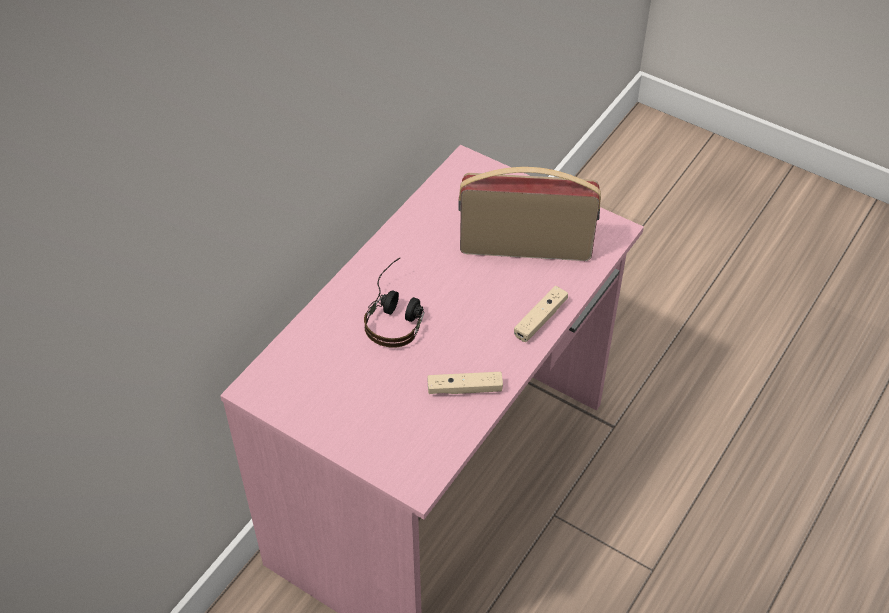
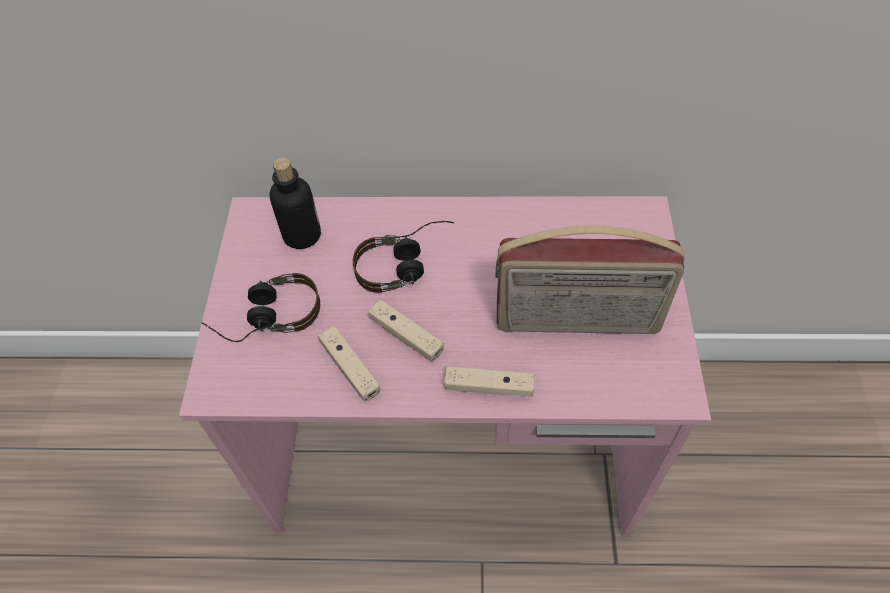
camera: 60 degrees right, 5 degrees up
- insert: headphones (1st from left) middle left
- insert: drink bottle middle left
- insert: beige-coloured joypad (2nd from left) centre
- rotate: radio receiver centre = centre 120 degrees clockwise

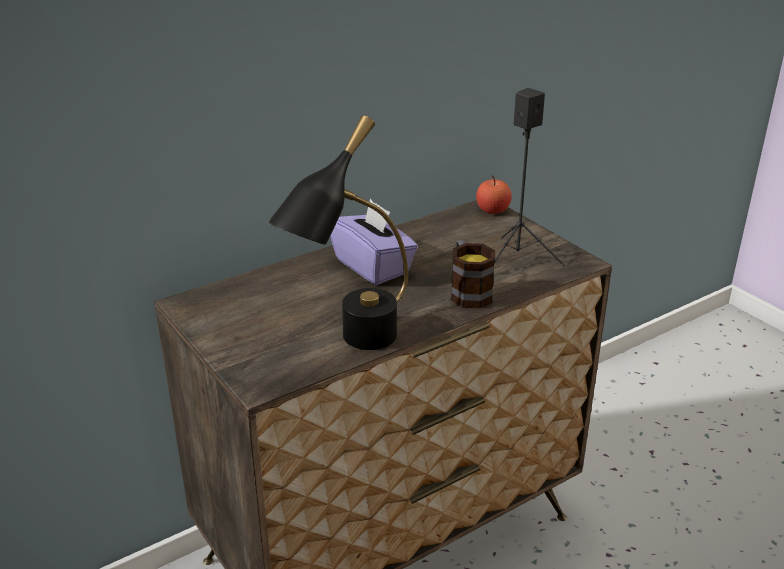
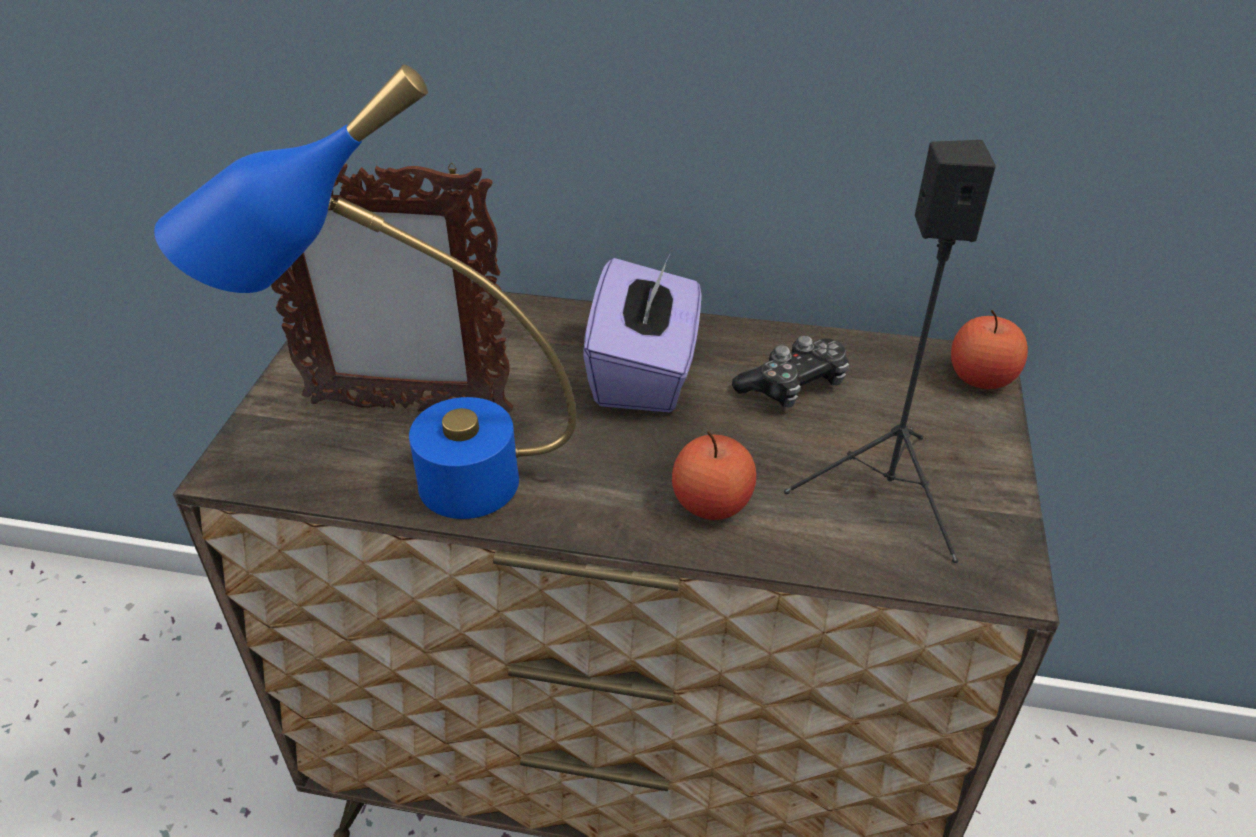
camera: 45 degrees right, 10 degrees up
- recolor: blackish table lamp centre to blue table lamp middle left
- insert: photo frame middle left
- replace: mug centre to whole apple (1st from left) centre
- insert: joypad centre

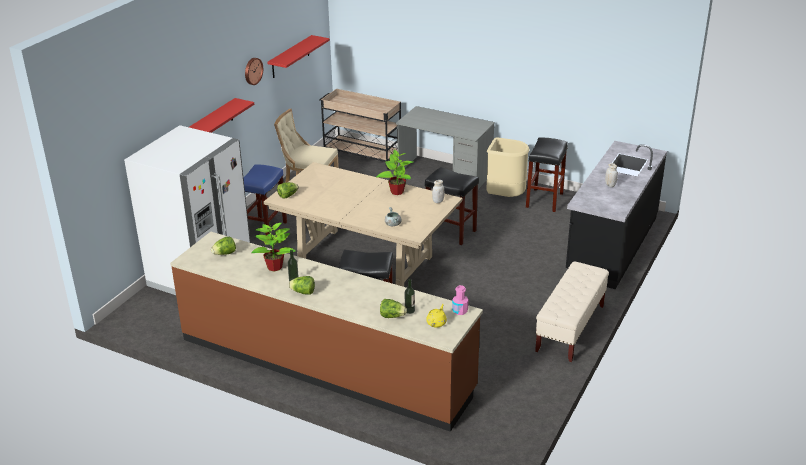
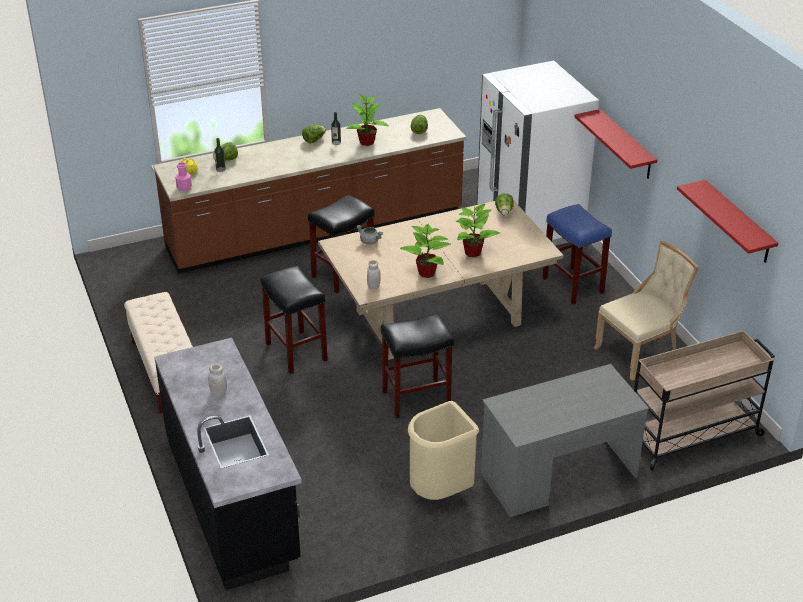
camera: 130 degrees right, 5 degrees up
- move: blackish stool (3rd from left in the first image) middle right to blackish stool (1st from left) centre
- insert: plant in a pot (3rd from left) centre
- delete: wall clock top left

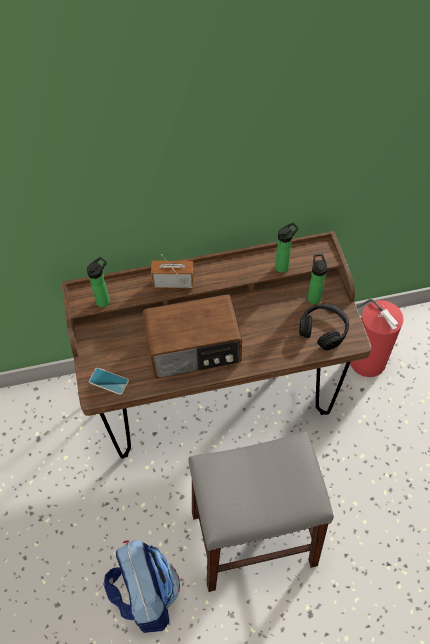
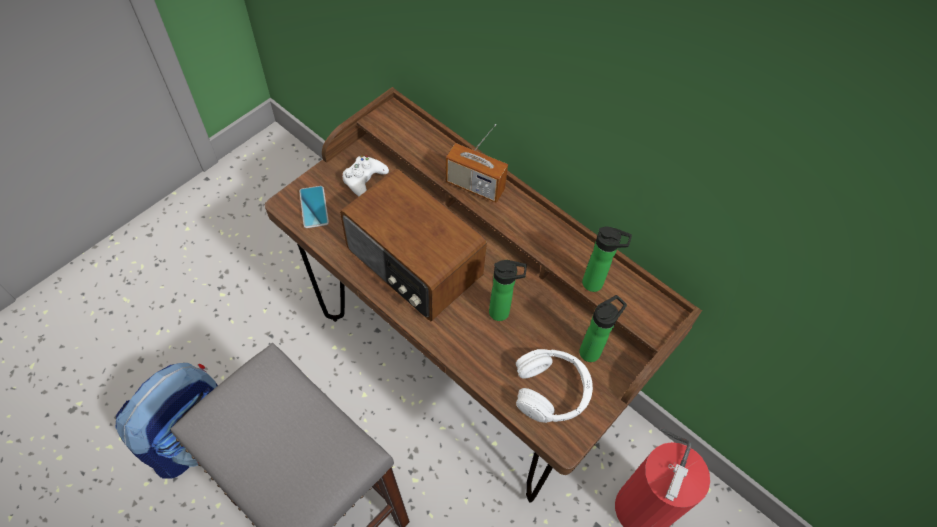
camera: 50 degrees right, 0 degrees up
- insert: white-coloured joypad top centre
- rotate: radio receiver (1st from left in the first image) centre = top centre 150 degrees clockwise
- move: drink bottle (1st from left) middle left to centre
- recolor: blackish headphones middle right to white-coloured headphones bottom centre

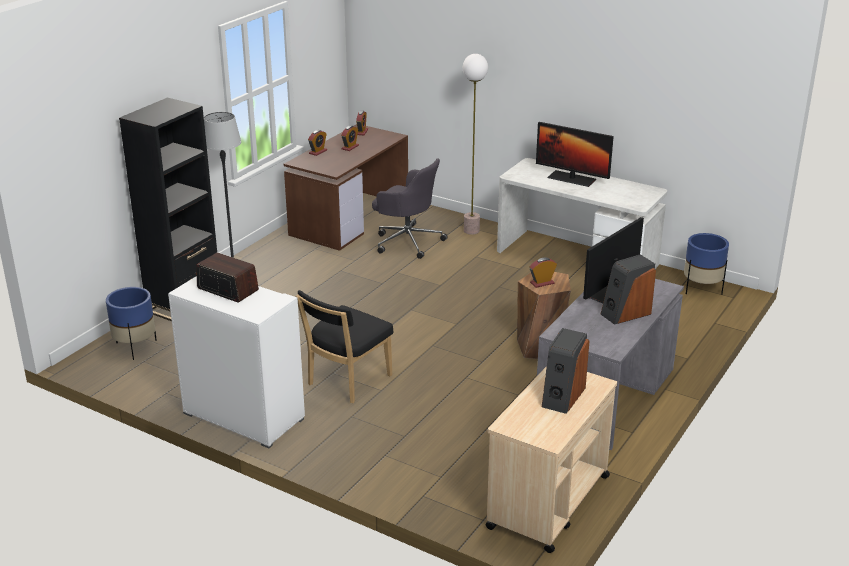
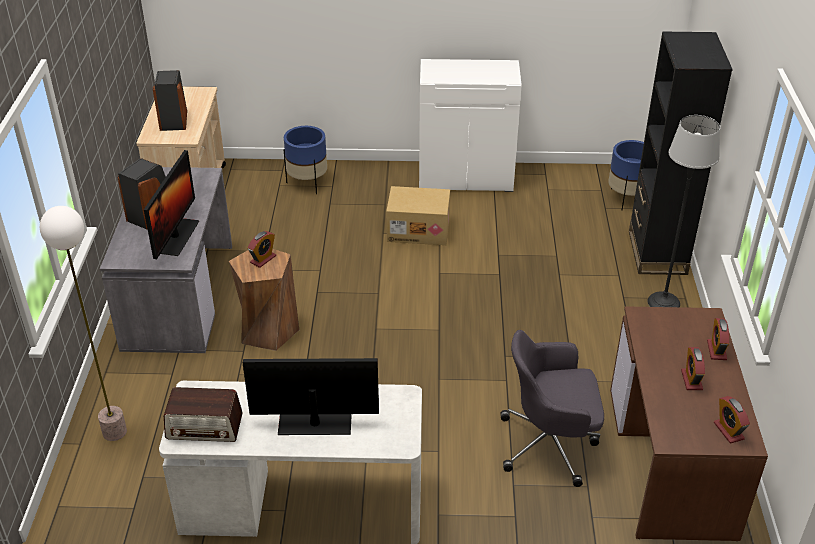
camera: 150 degrees right, 10 degrees up
- move: standing lamp (2nd from left in the first image) top centre to standing lamp (1st from left) middle left
- move: radio receiver middle left to bottom left
- move: blue planter (2nd from left in the first image) middle right to blue planter (1st from left) top centre
- replace: blackish plain chair centre to carton centre

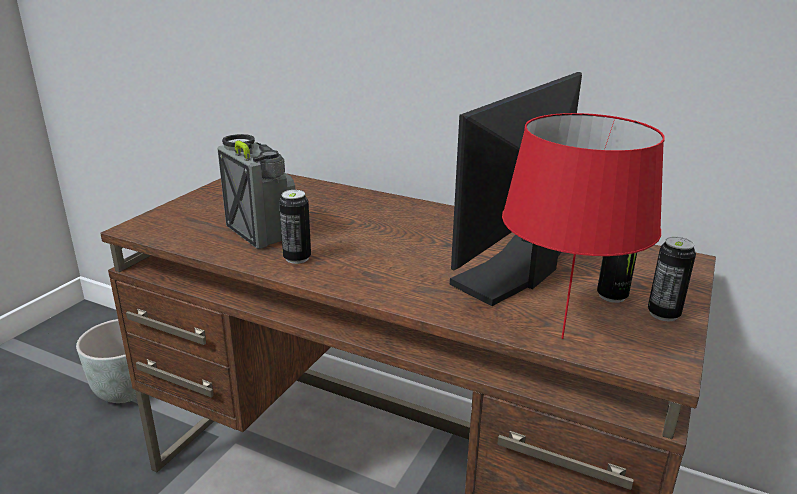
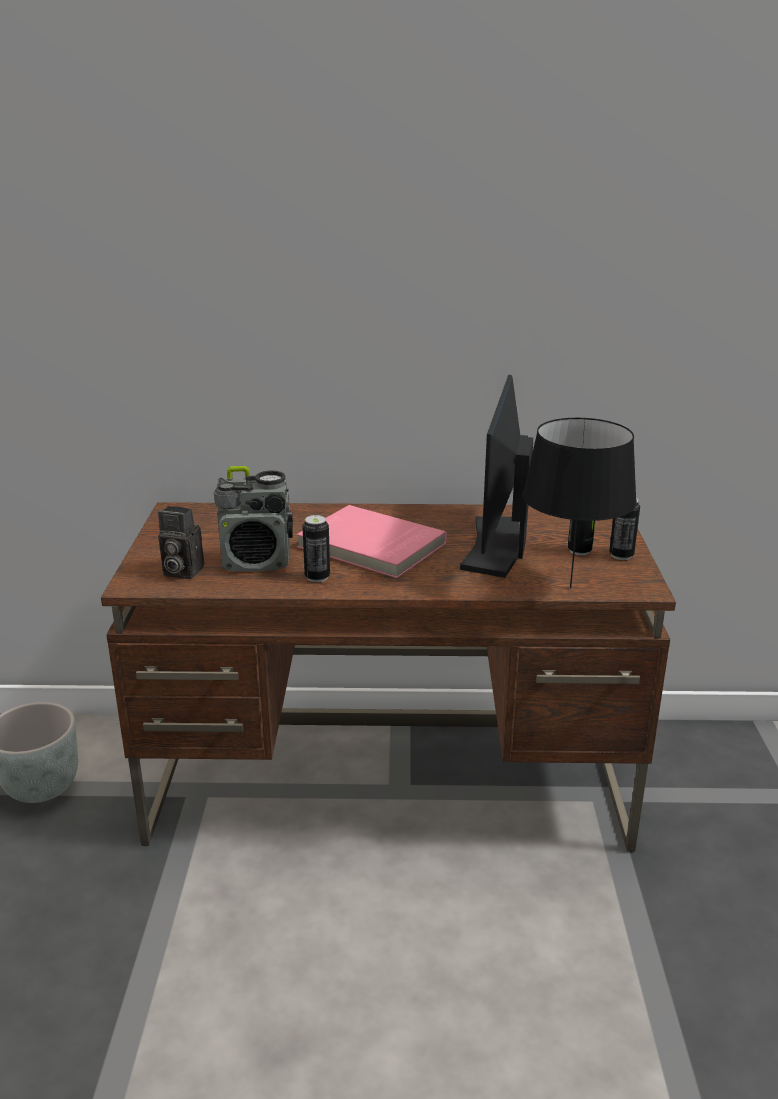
camera: 25 degrees left, 0 degrees up
- insert: still camera middle left
- rotate: radio receiver middle left = middle left 150 degrees clockwise
- insert: pinkish bound book centre
- recolor: red-coloured table lamp middle right to blackish table lamp middle right

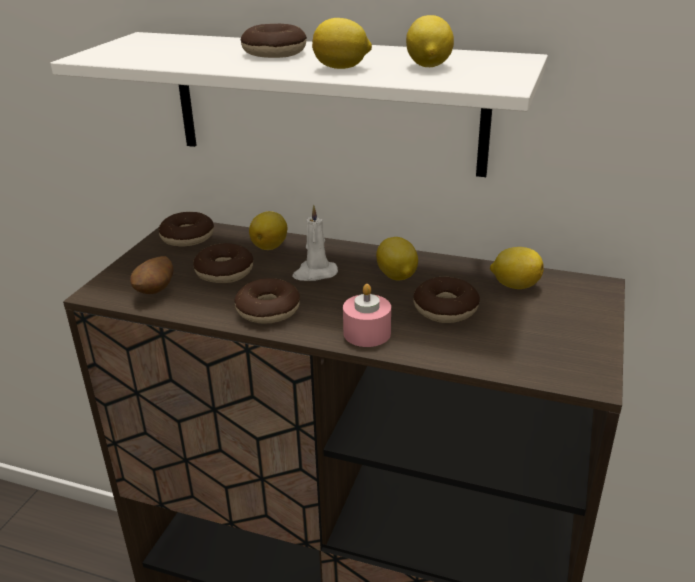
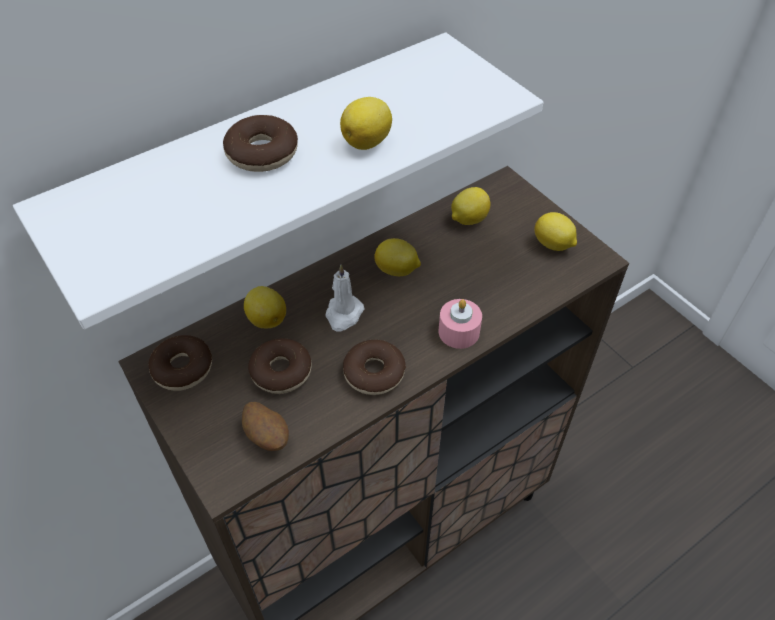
camera: 55 degrees left, 20 degrees up
- move: lemon (4th from left in the first image) top centre to lemon (5th from left) middle right
- delete: donut (5th from left) centre

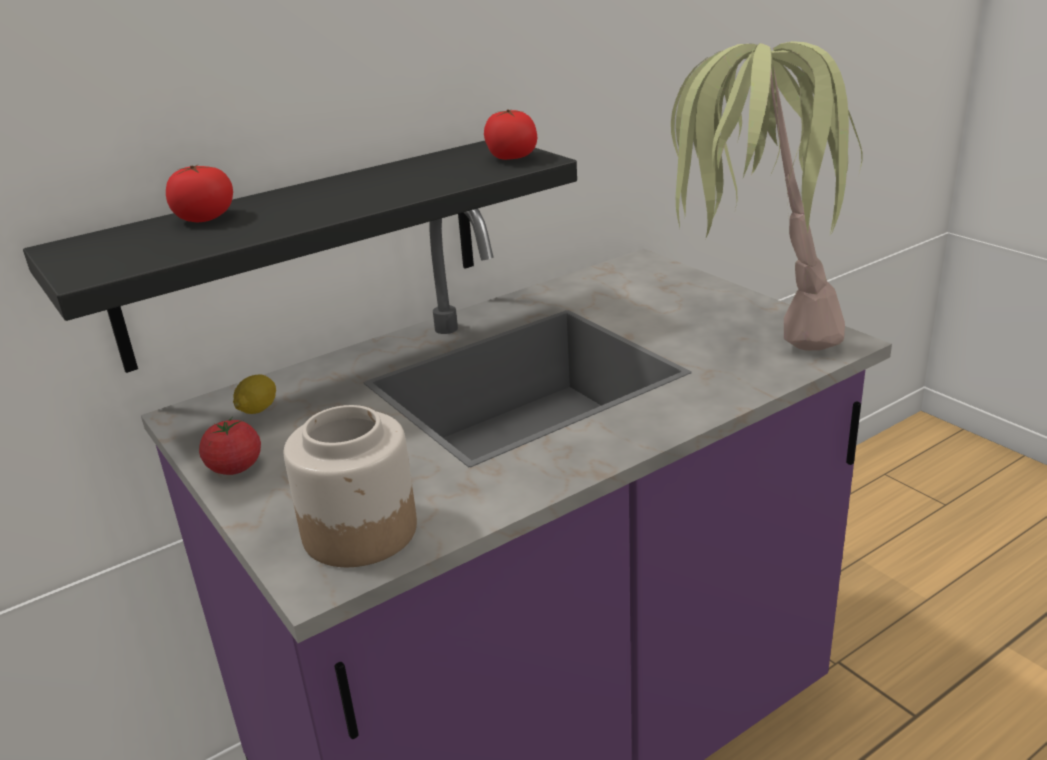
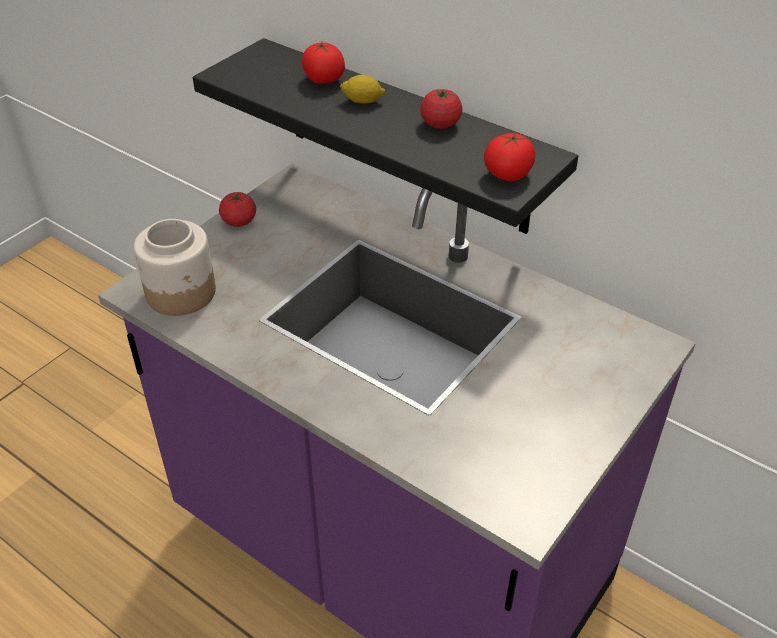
camera: 70 degrees right, 15 degrees up
- move: lemon middle left to top centre
- insert: fresh tomato (3rd from left) top centre
- delete: plant in a pot top right

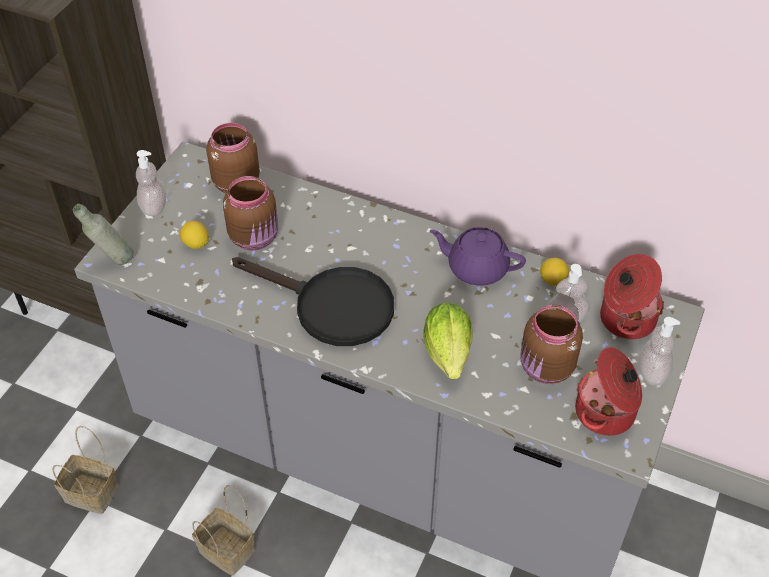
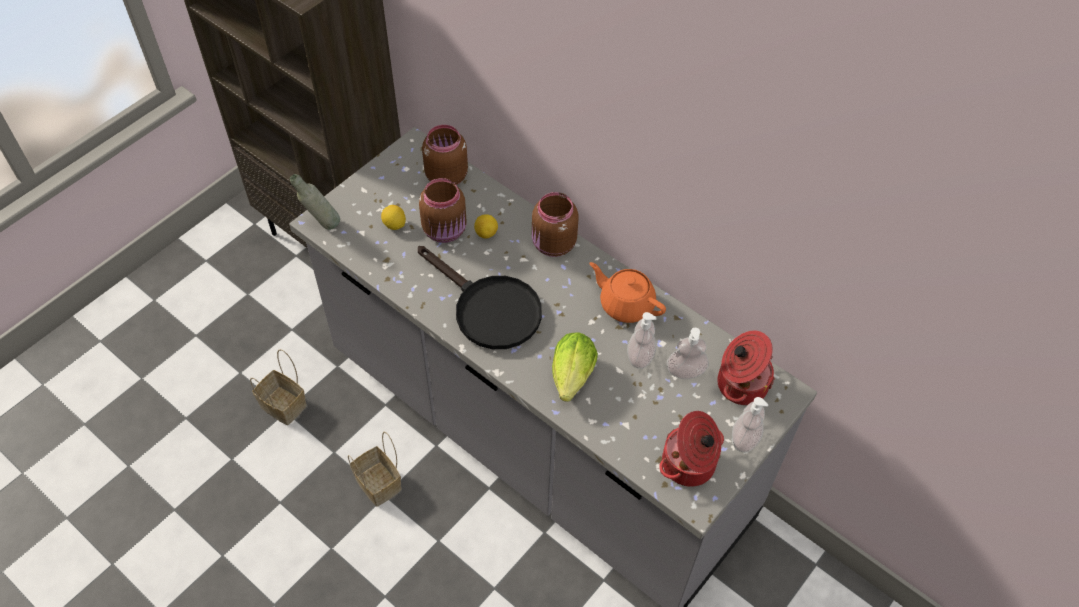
camera: 15 degrees right, 5 degrees up
- move: lemon (2nd from left) middle right to centre
- move: brownish jar (3rd from left) middle right to centre
- recolor: purple-coloured tea pot centre to orange-coloured tea pot centre
- move: soap bottle (1st from left) top left to centre

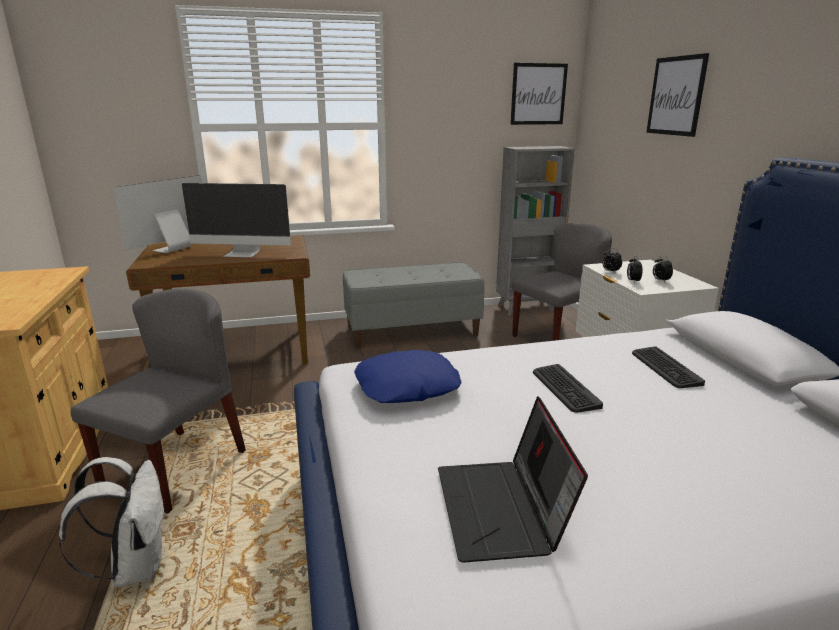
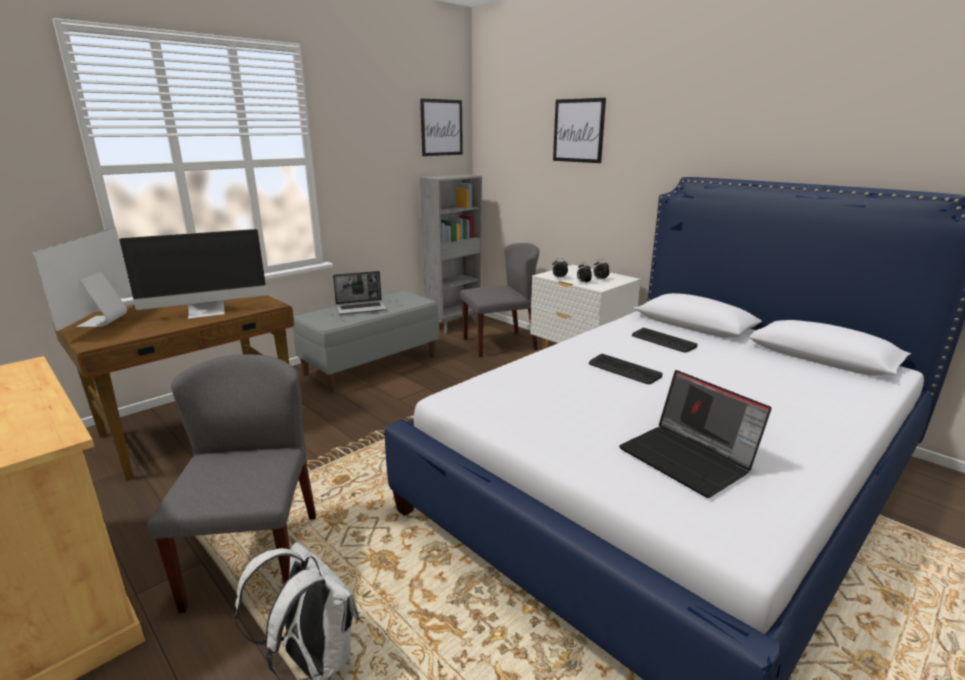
camera: 30 degrees left, 0 degrees up
- insert: portable computer (1st from left) centre
- rotate: gray plain chair (2nd from left) middle right = centre 45 degrees clockwise
- delete: blue cushion centre

